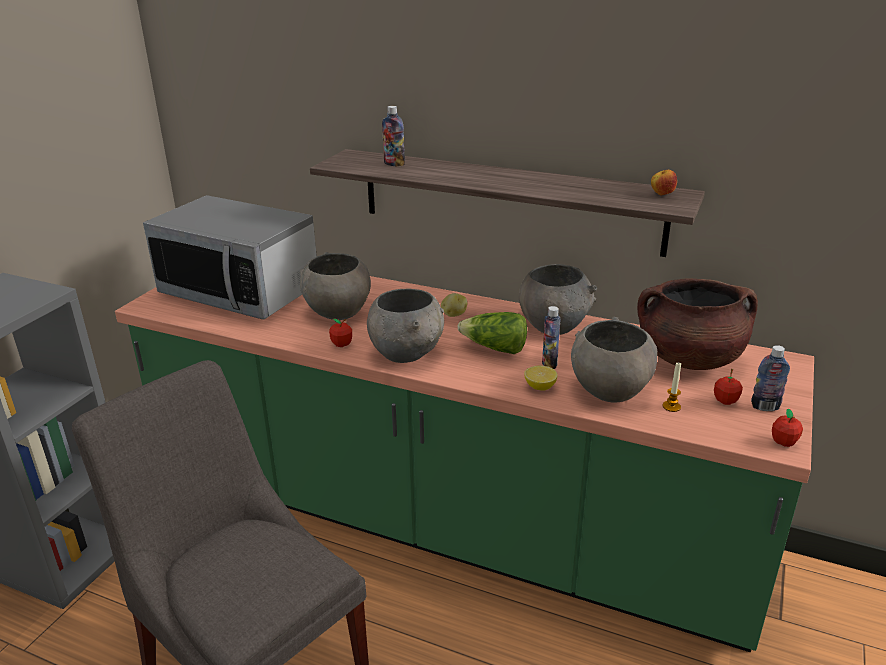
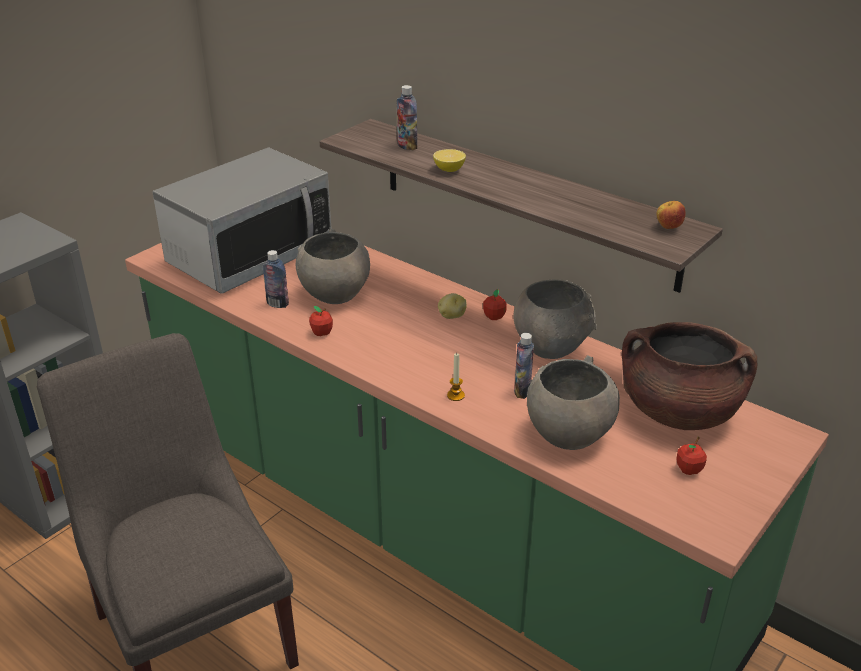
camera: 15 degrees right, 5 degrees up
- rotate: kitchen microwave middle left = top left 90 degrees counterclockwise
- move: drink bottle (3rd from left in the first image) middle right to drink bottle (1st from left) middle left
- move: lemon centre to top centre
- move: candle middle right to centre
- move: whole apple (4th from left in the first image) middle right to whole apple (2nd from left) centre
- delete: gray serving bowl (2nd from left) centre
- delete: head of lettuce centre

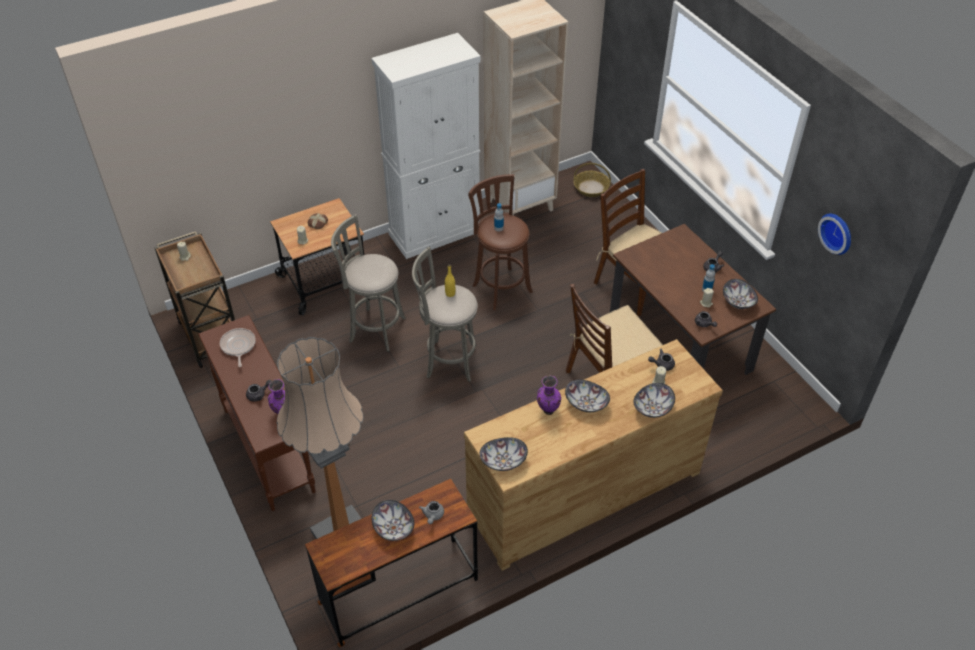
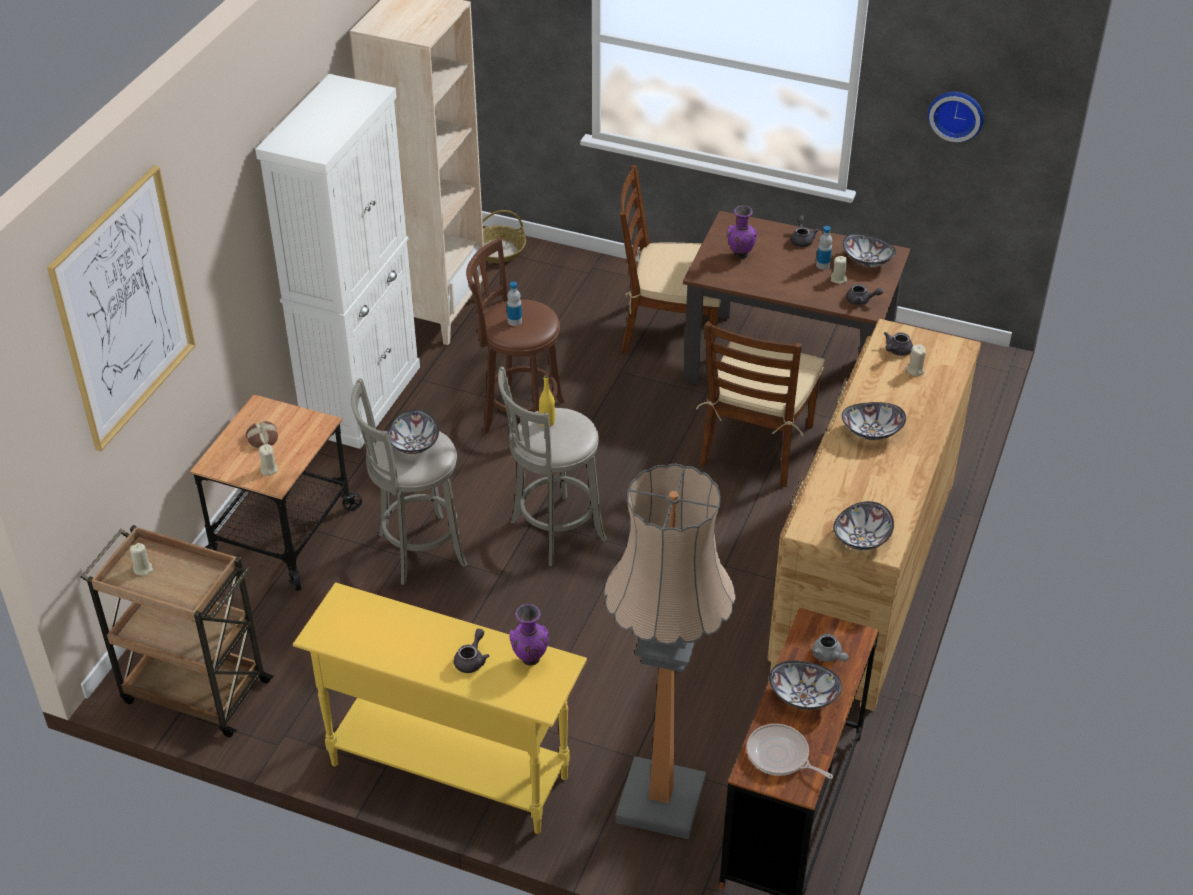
camera: 40 degrees left, 5 degrees down
- insert: wall art middle left
- recolor: brownish hall table middle left to yellow hall table bottom centre
- move: serving bowl (4th from left in the first image) middle right to serving bowl (1st from left) centre
- move: purple-coloured vase (2nd from left) centre to top centre
- move: frying pan middle left to bottom centre

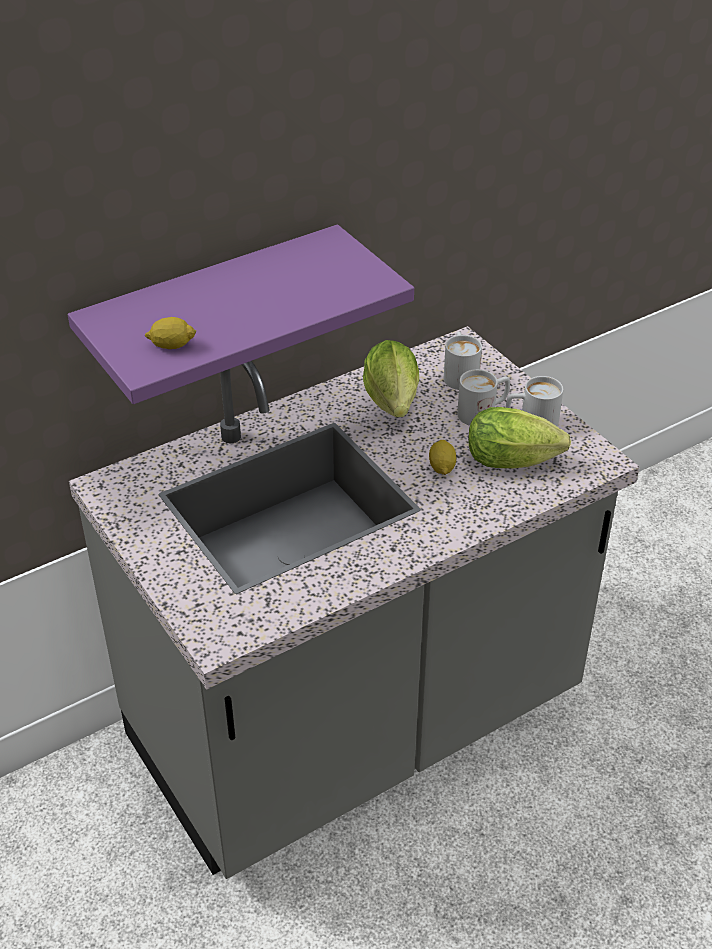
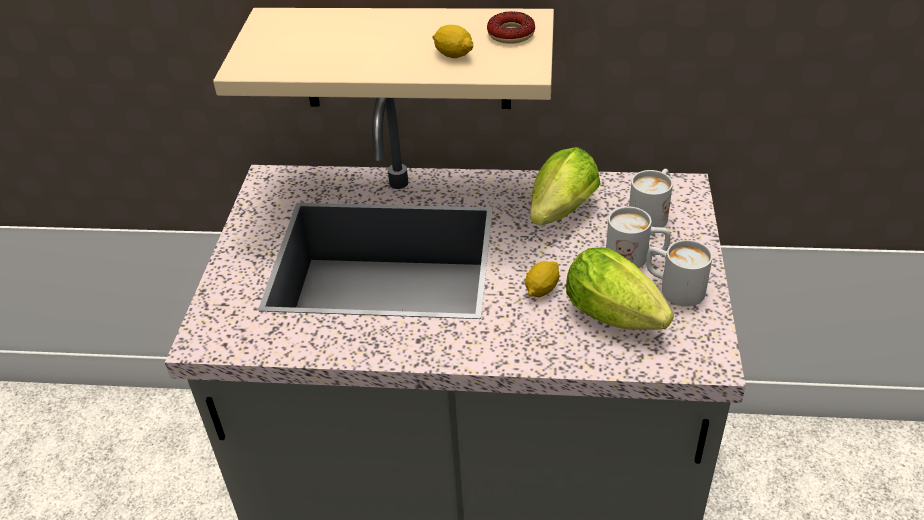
camera: 40 degrees right, 0 degrees up
- recolor: purple-coloured bracket shelf top centre to beige-coloured bracket shelf top centre
- move: lemon (1st from left) middle left to top centre
- insert: donut top centre

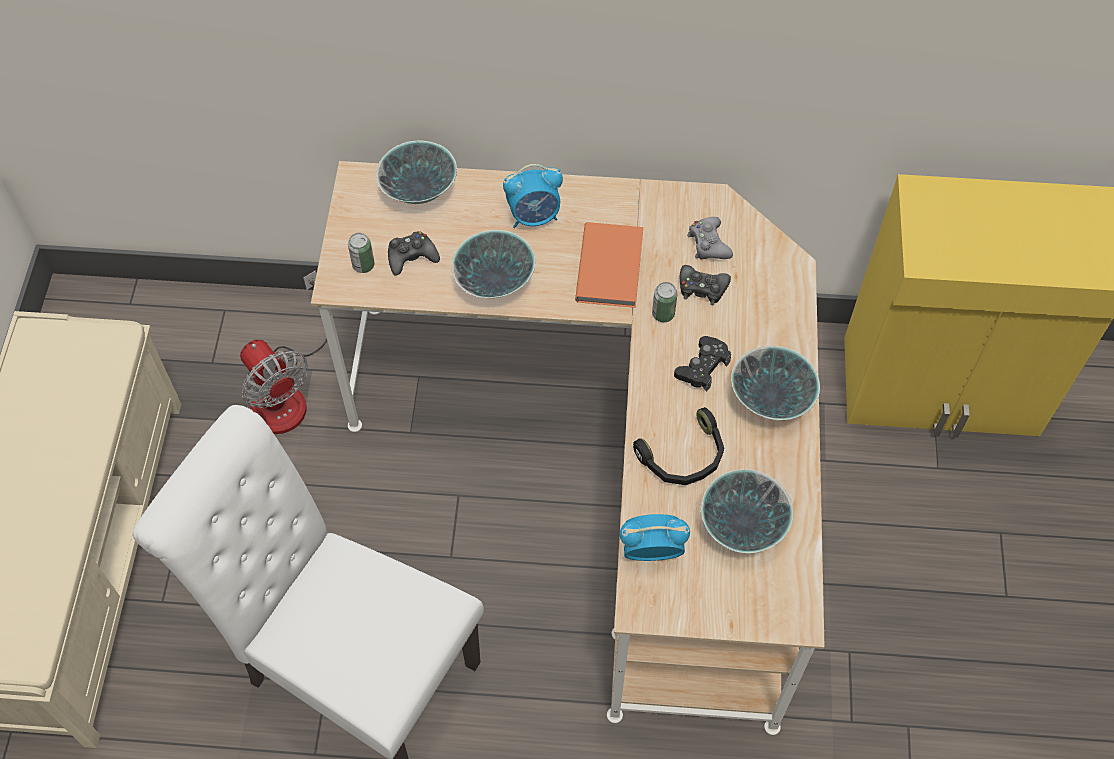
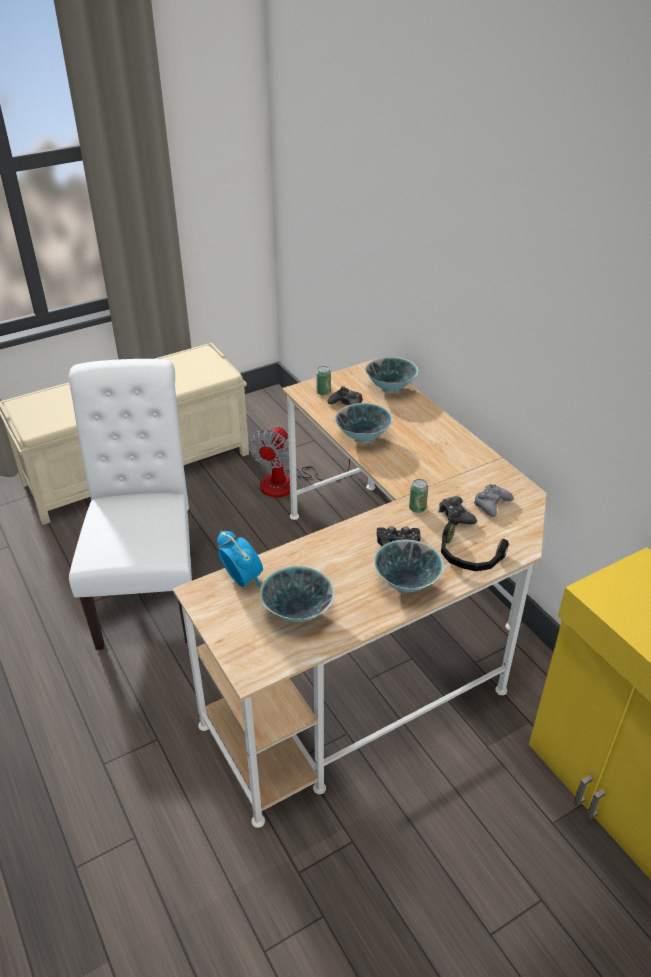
camera: 55 degrees right, 20 degrees down
- move: blackish headphones centre to middle right
- delete: bedside clock (1st from left) top centre
- delete: orange-coloured bound book centre

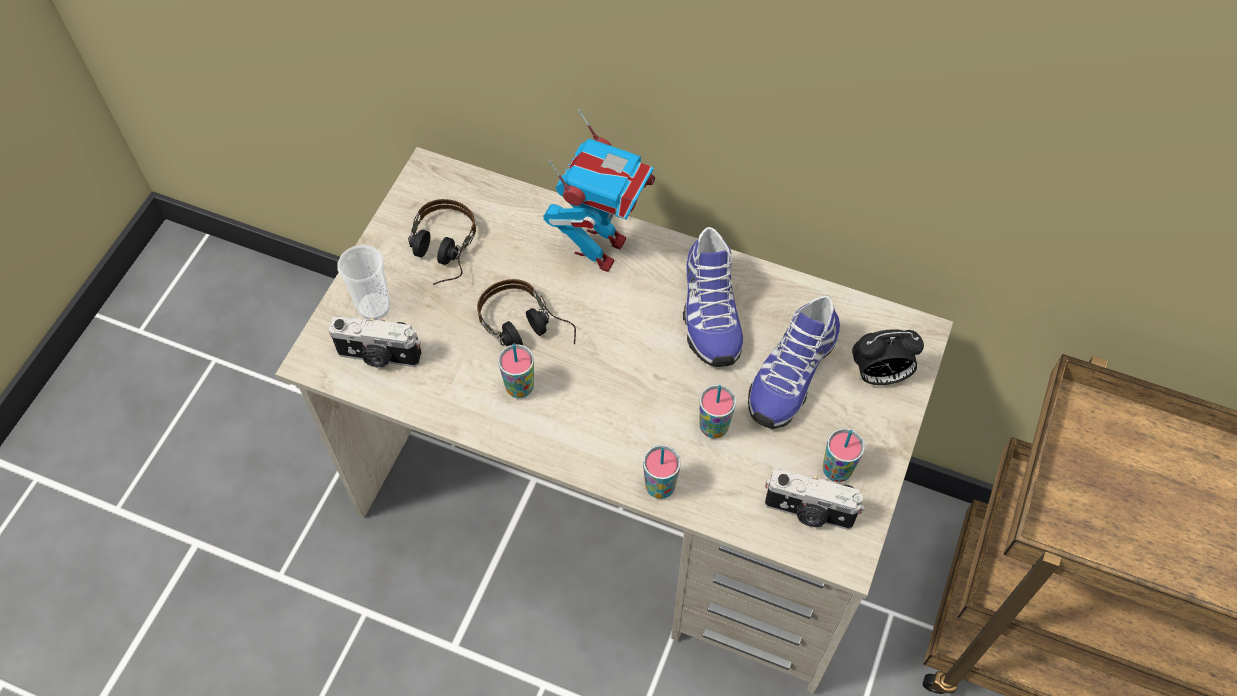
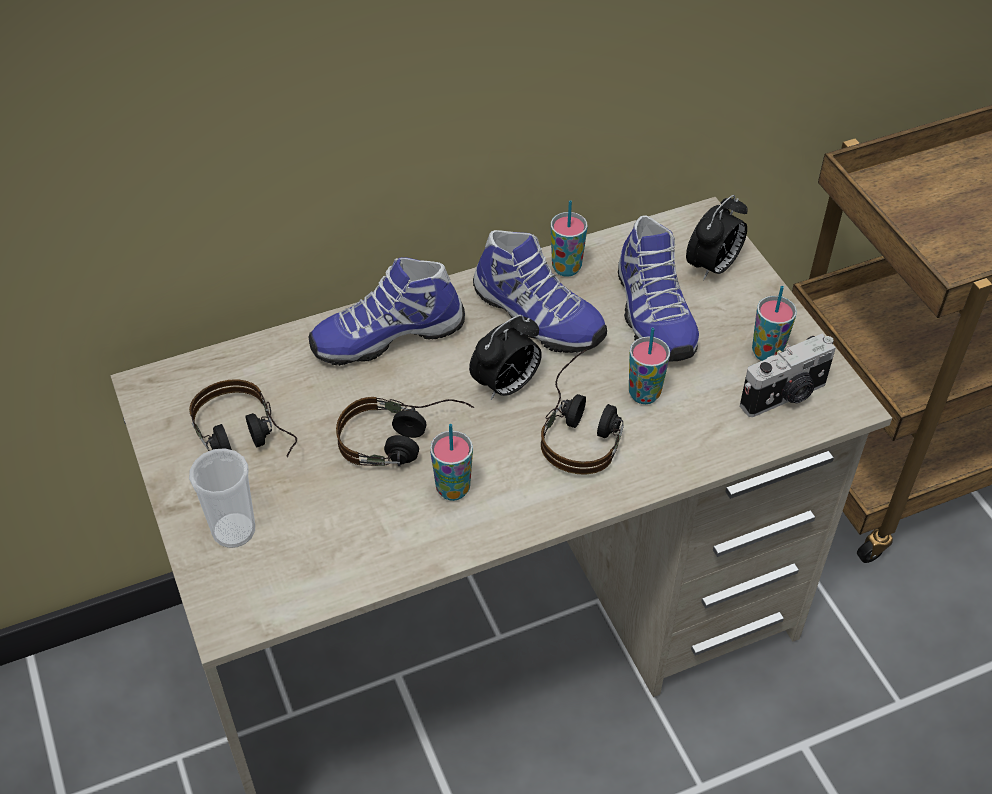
camera: 45 degrees left, 10 degrees down
- replace: robot figure top centre to low shoe (1st from left) centre
- insert: bedside clock (1st from left) centre
- insert: headphones (3rd from left) centre
- move: cup (3rd from left) bottom centre to top centre
- delete: still camera (1st from left) middle left

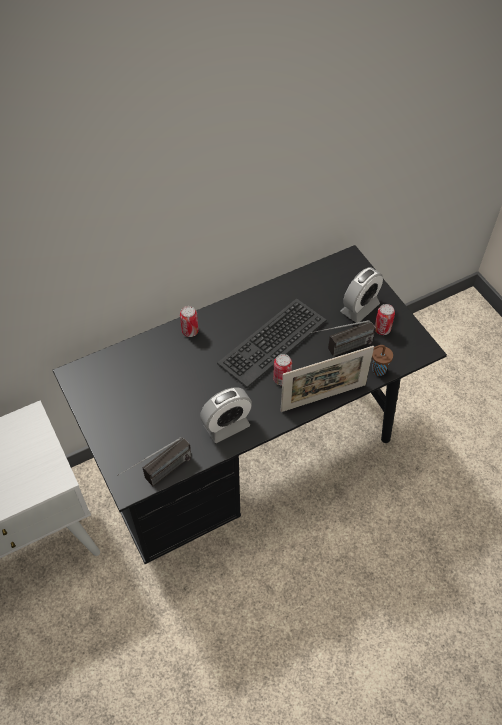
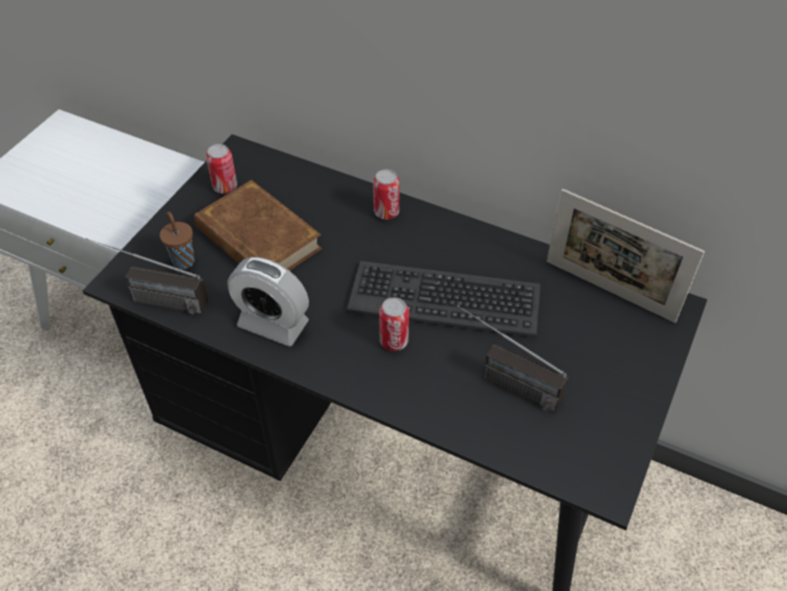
camera: 55 degrees right, 5 degrees down
- move: brownish cup middle right to middle left
- insert: brownish bound book middle left
- move: sealed can (3rd from left in the first image) middle right to sealed can (1st from left) top left
- move: photo frame centre to middle right
- delete: bedside clock (2nd from left) middle right

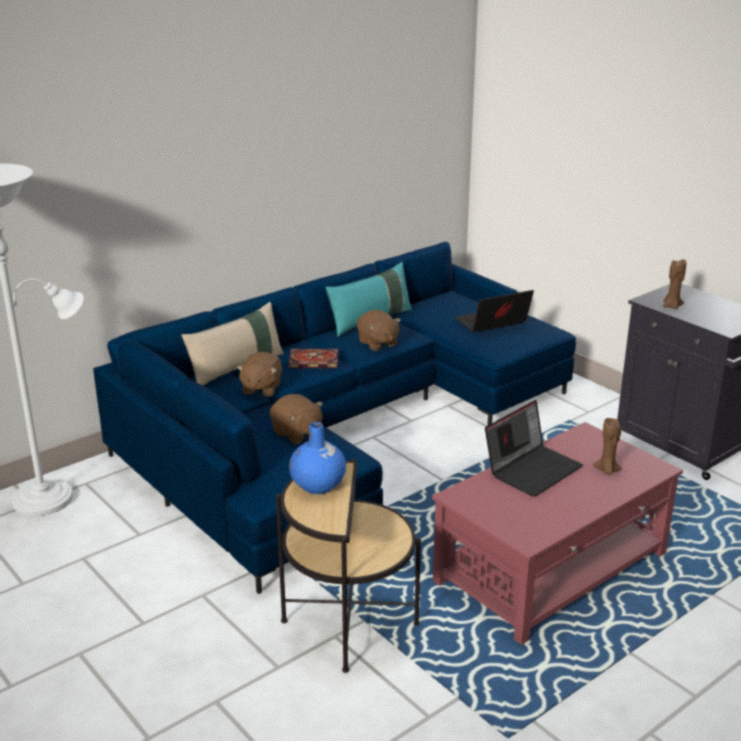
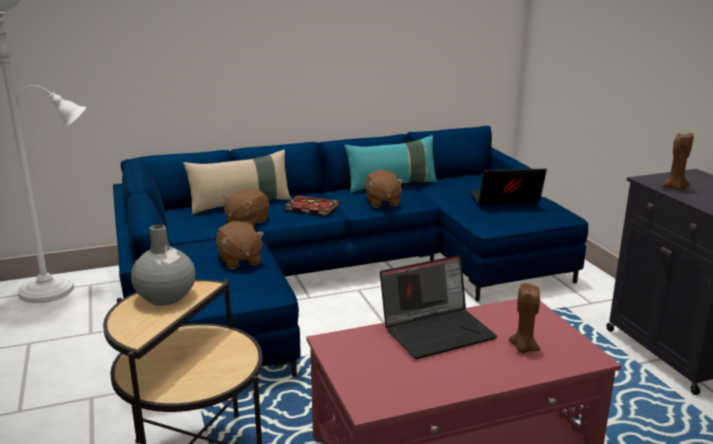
camera: 20 degrees right, 5 degrees down
- recolor: blue vase centre to gray vase middle left

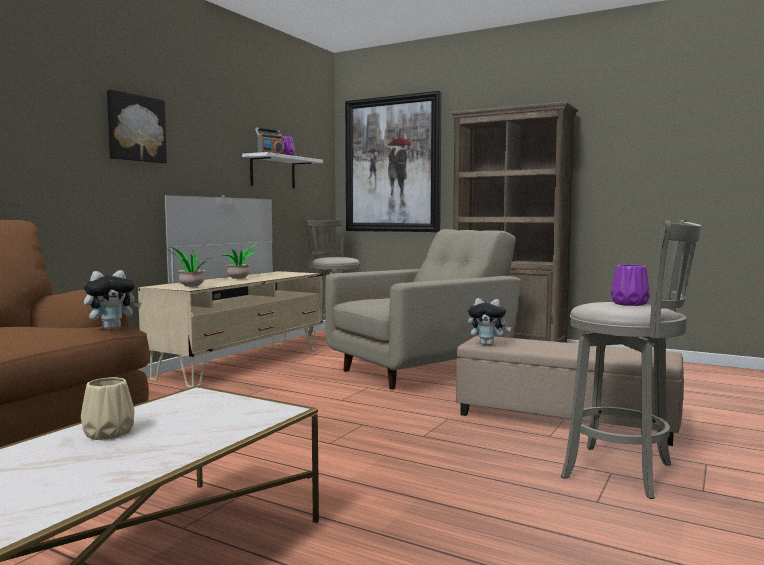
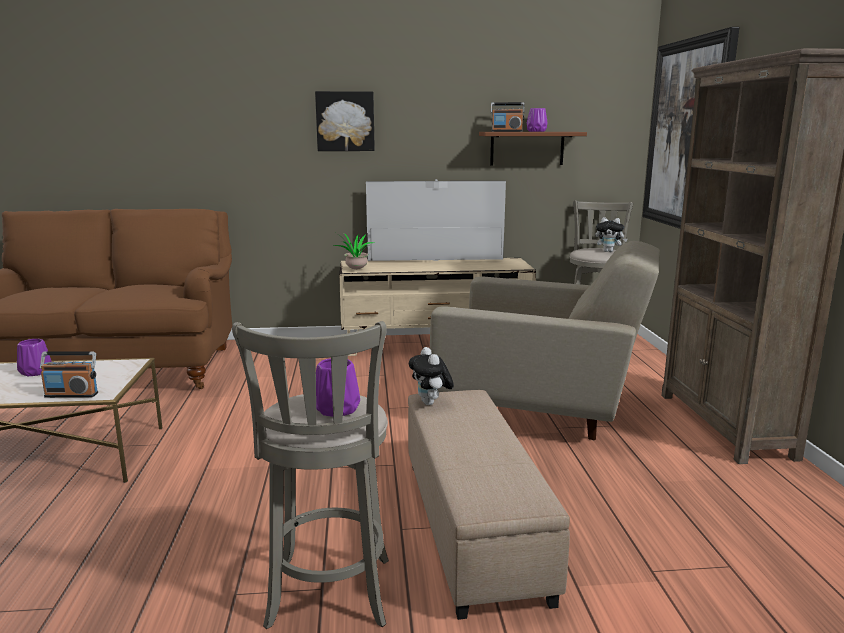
camera: 55 degrees right, 10 degrees up
- recolor: beige-coloured vase bottom left to purple-coloured vase (1st from left) middle left
- insert: radio receiver (1st from left) middle left
- recolor: white-coloured bracket shelf top centre to brownish bracket shelf top centre
- move: cuddly toy (1st from left in the first image) middle left to cuddly toy (2nd from left) middle right
- delete: plant in a pot (2nd from left) middle left

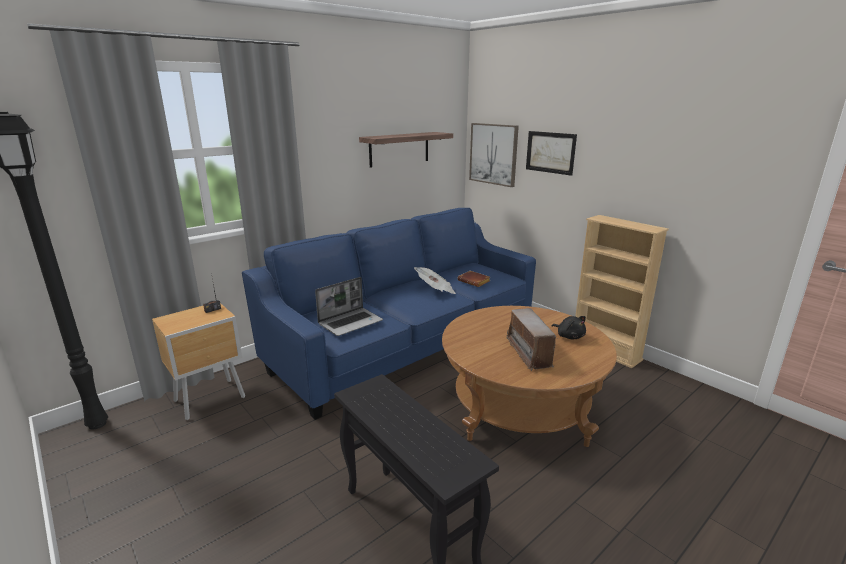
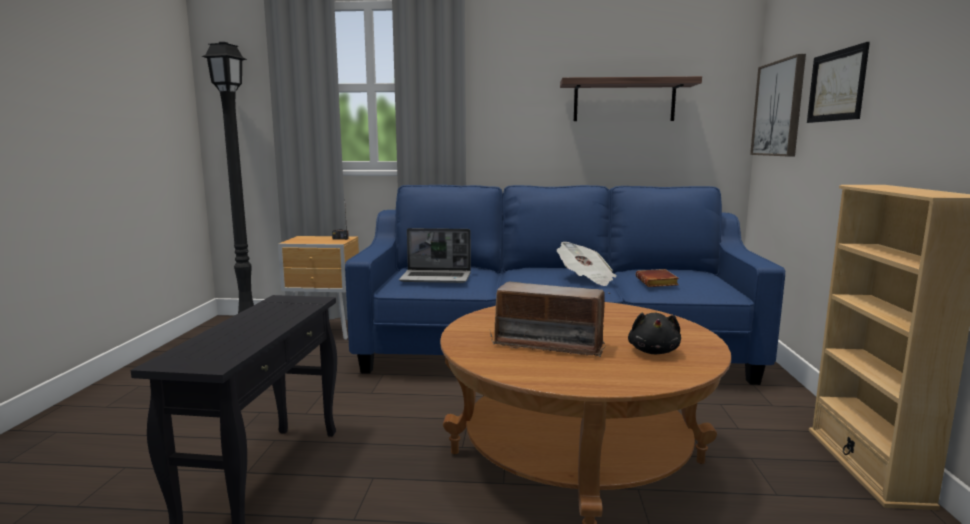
camera: 45 degrees right, 10 degrees down
- rotate: radio receiver (2nd from left) centre = centre 105 degrees counterclockwise

